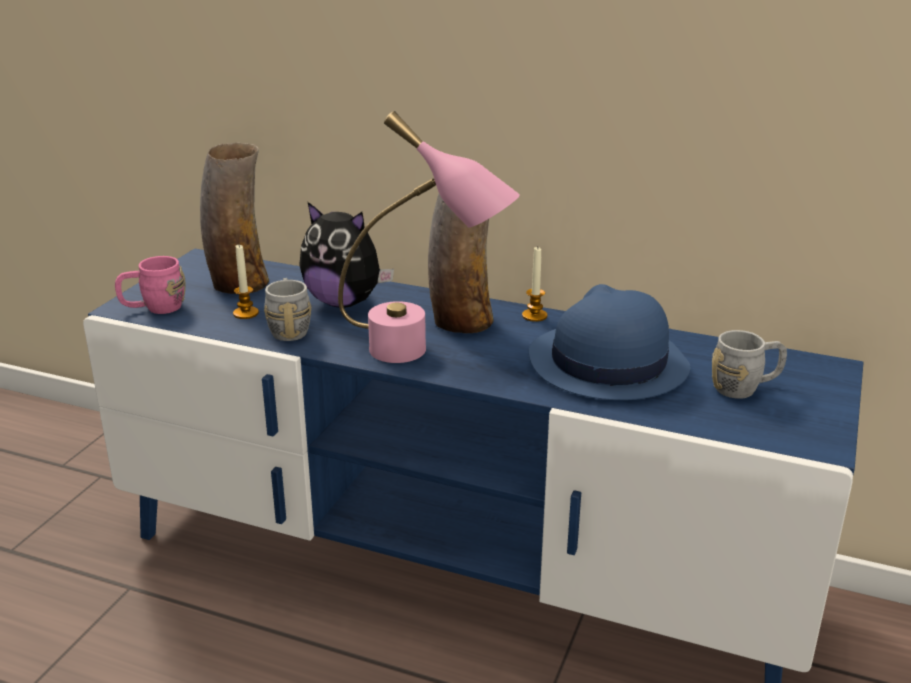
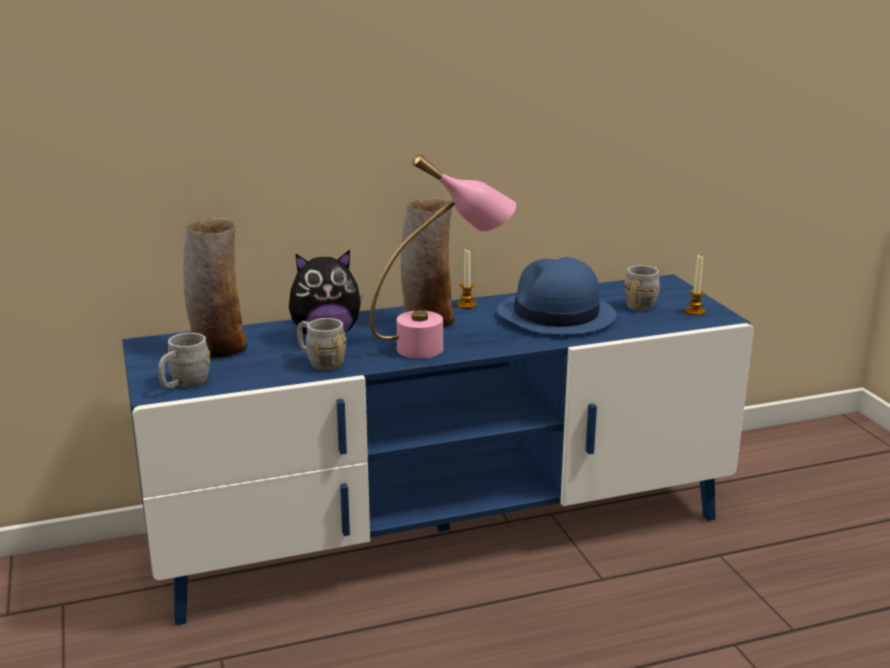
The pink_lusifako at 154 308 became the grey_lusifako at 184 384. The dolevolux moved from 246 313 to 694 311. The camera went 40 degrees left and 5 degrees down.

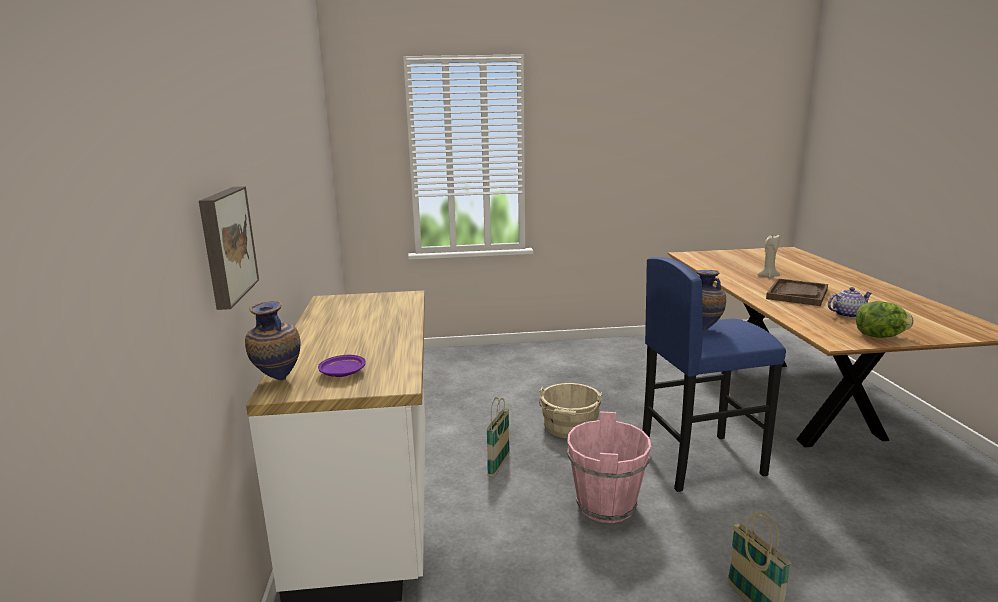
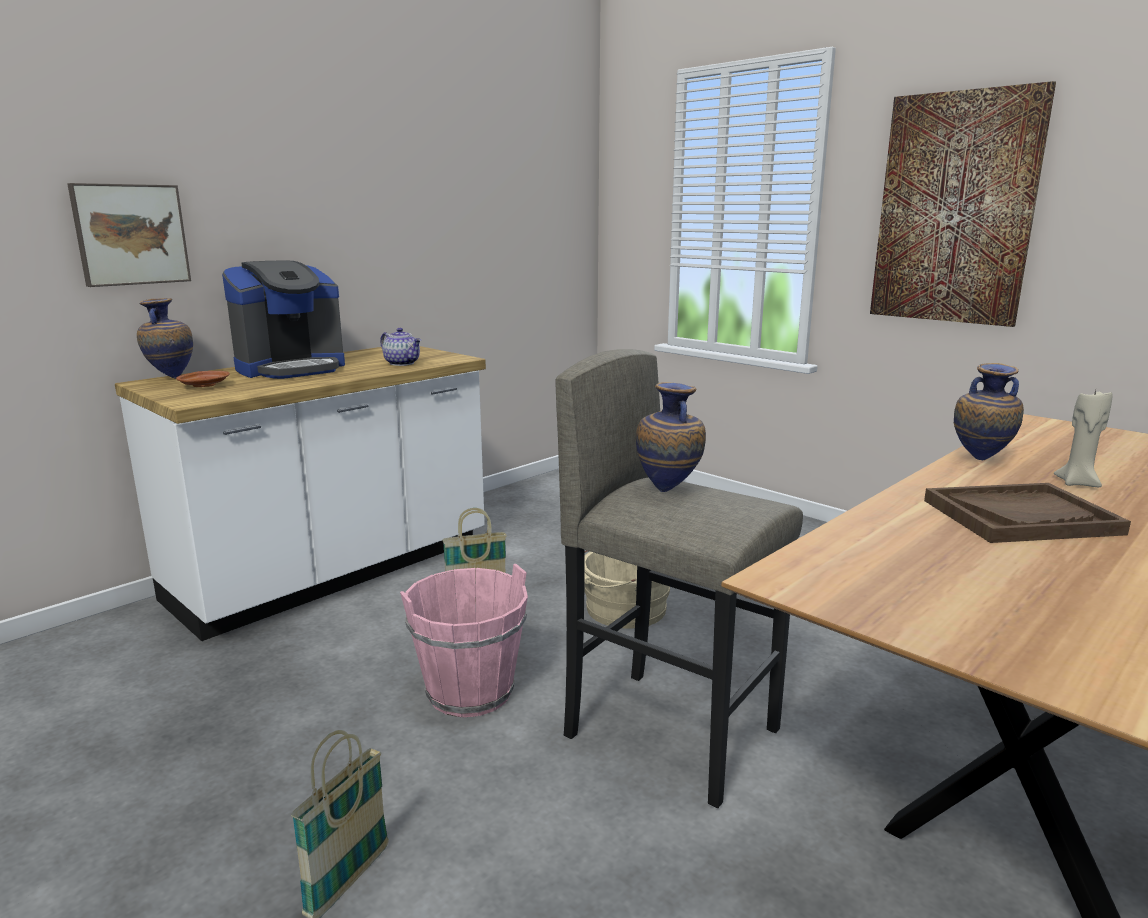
The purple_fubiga at 342 373 became the brown_fubiga at 205 385. The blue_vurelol at 700 462 became the grey_vurelol at 672 732. The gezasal moved from 847 314 to 403 363. The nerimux at 879 336 disappeared. The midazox at 291 368 appeared. The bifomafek at 955 209 appeared. The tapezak at 979 461 appeared. The camera went 50 degrees right and 0 degrees up.

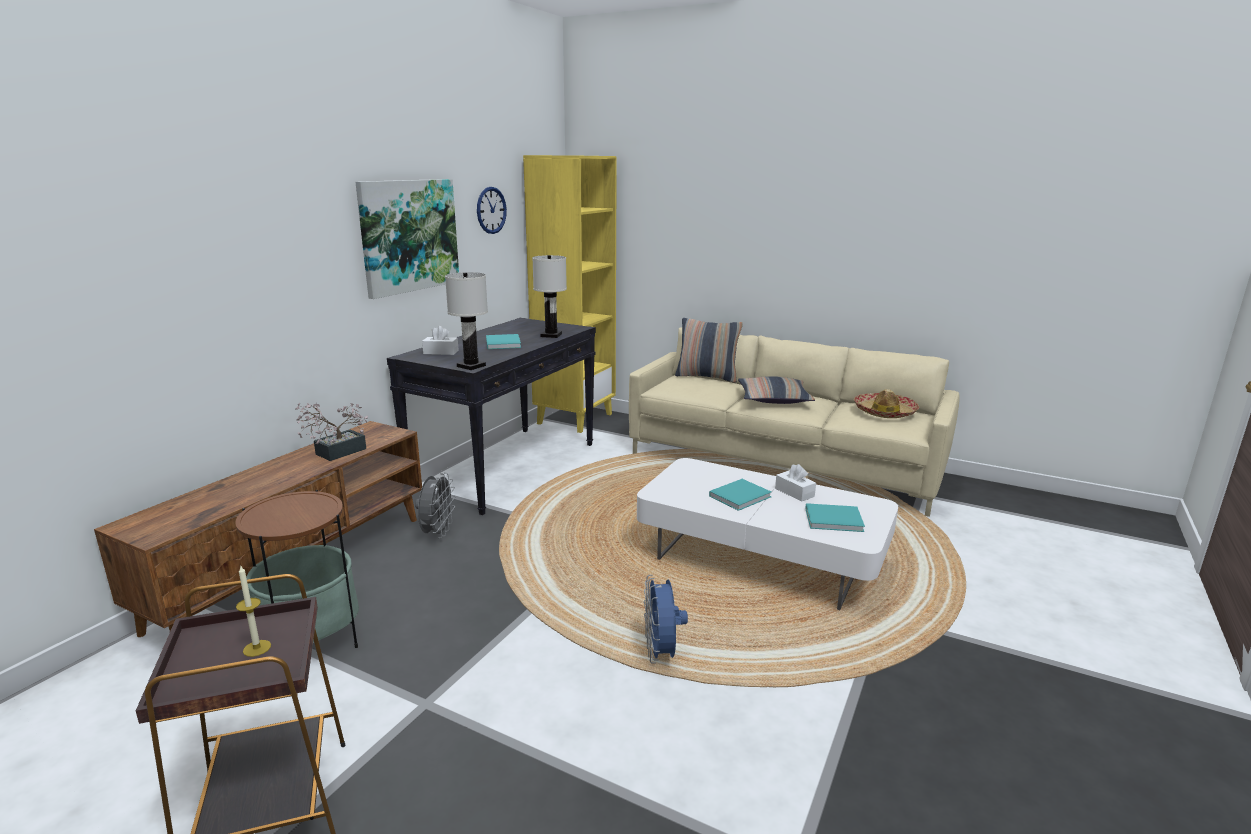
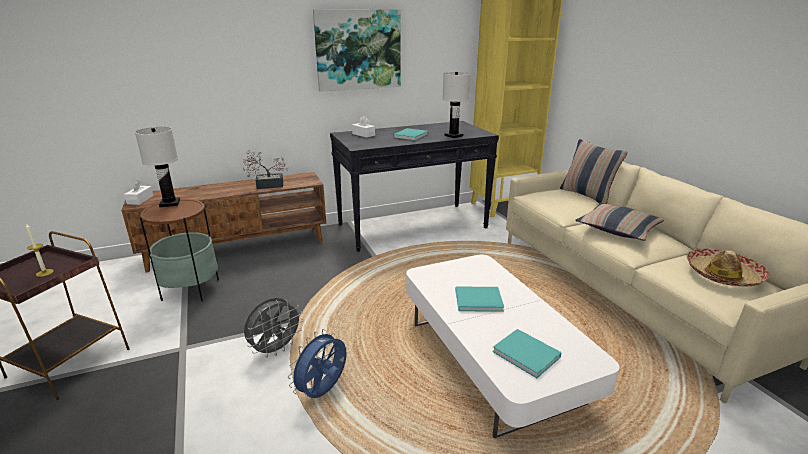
The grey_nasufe moved from 437 533 to 276 349. The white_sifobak moved from 471 366 to 170 203. The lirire at 491 210 disappeared. The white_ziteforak moved from 794 492 to 140 200. The camera went 40 degrees right and 5 degrees up.

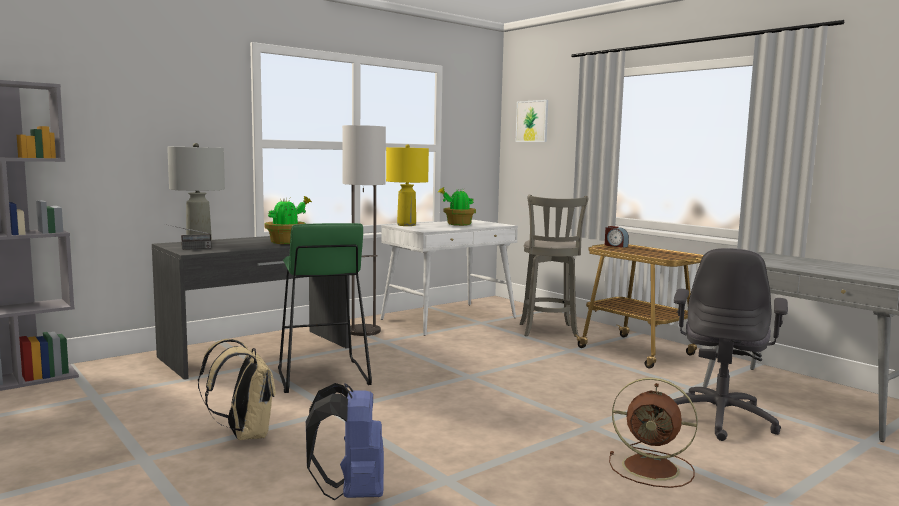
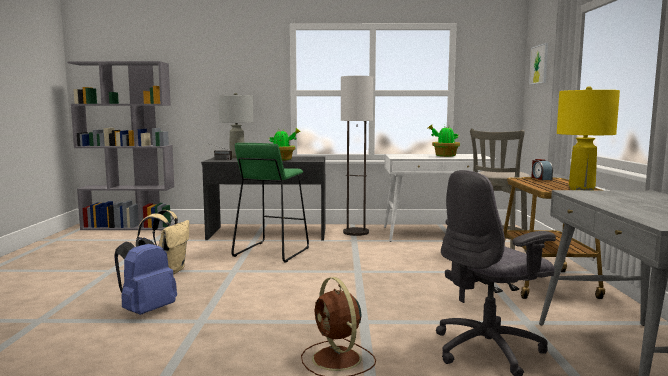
The yellow_sifobak moved from 406 225 to 581 189. The camera went 40 degrees right and 0 degrees up.

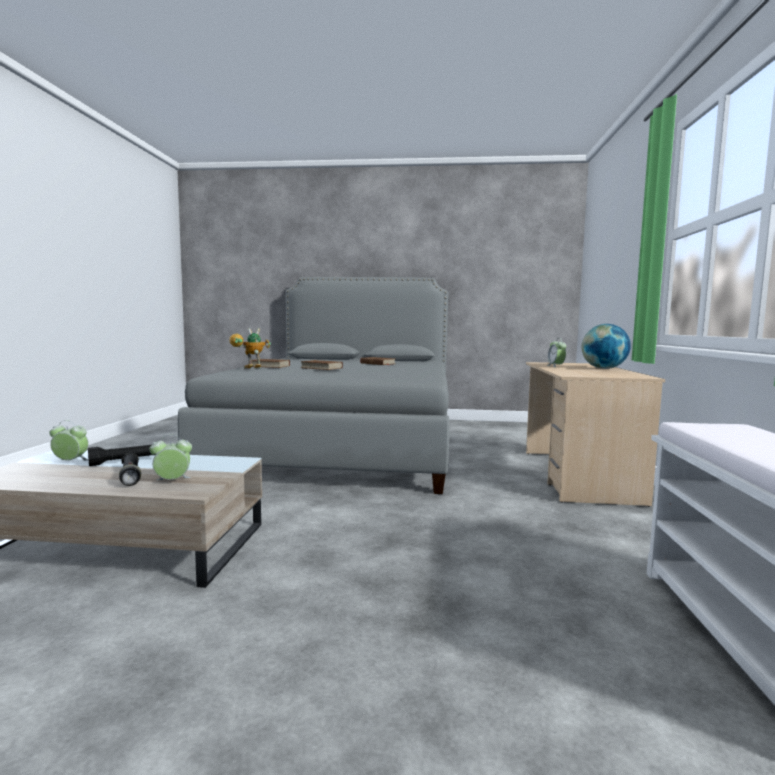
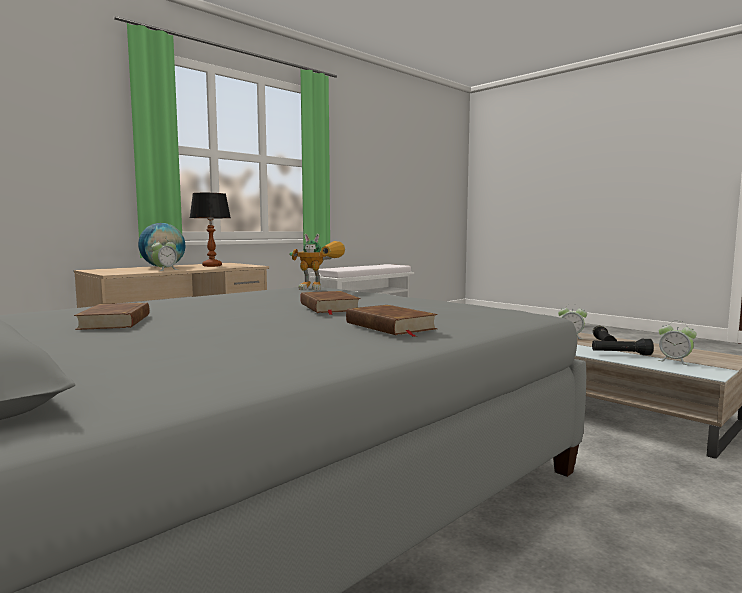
The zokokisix moved from 247 369 to 321 289. The sifobak at 212 266 appeared. The camera went 140 degrees left and 0 degrees up.

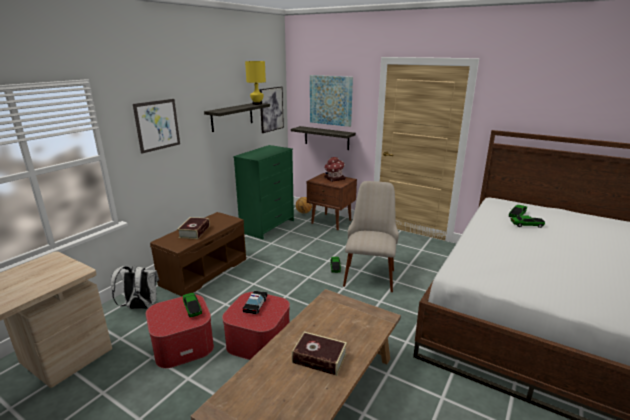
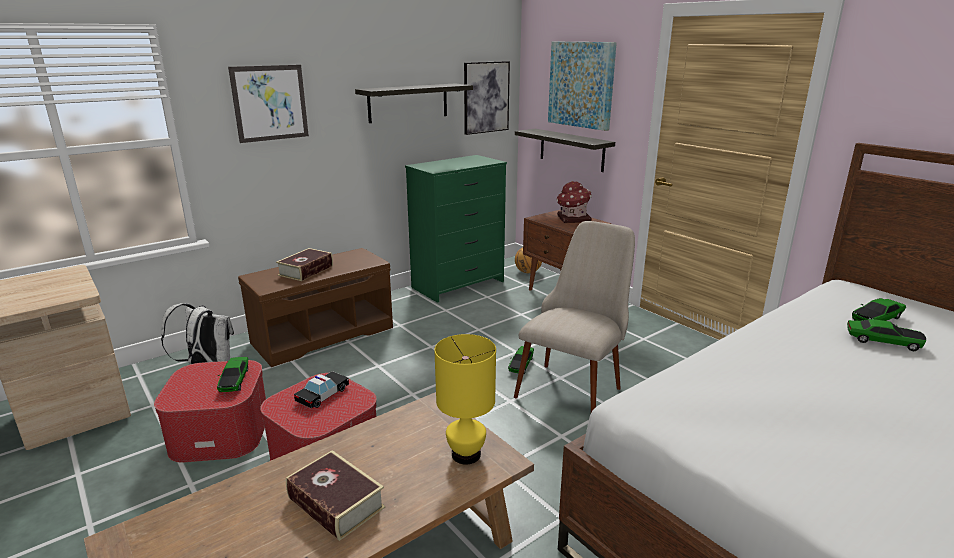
The yellow_sifobak moved from 257 103 to 466 454. The camera went 20 degrees right and 0 degrees up.

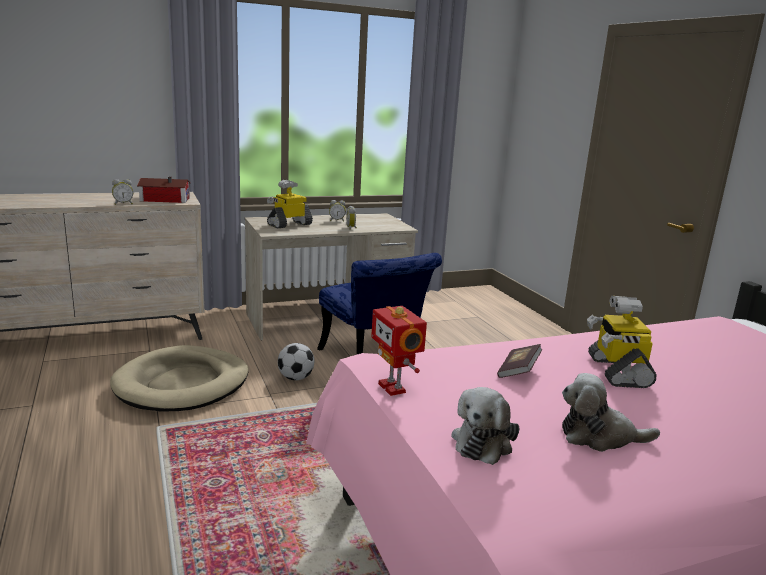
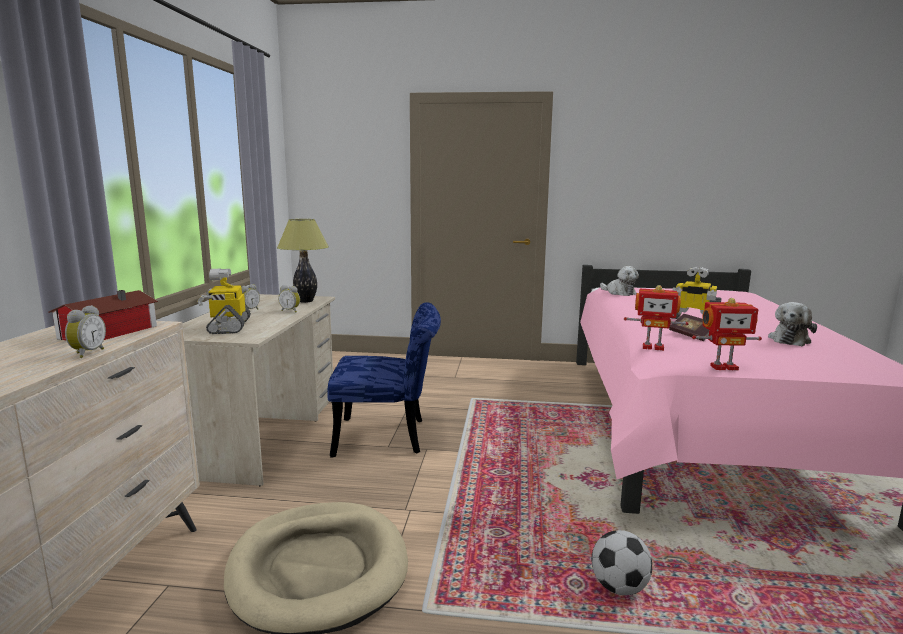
The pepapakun moved from 296 378 to 619 587. The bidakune moved from 483 441 to 619 293. The sifobak at 305 301 appeared. The zokokisix at 653 347 appeared. The camera went 60 degrees left and 5 degrees down.

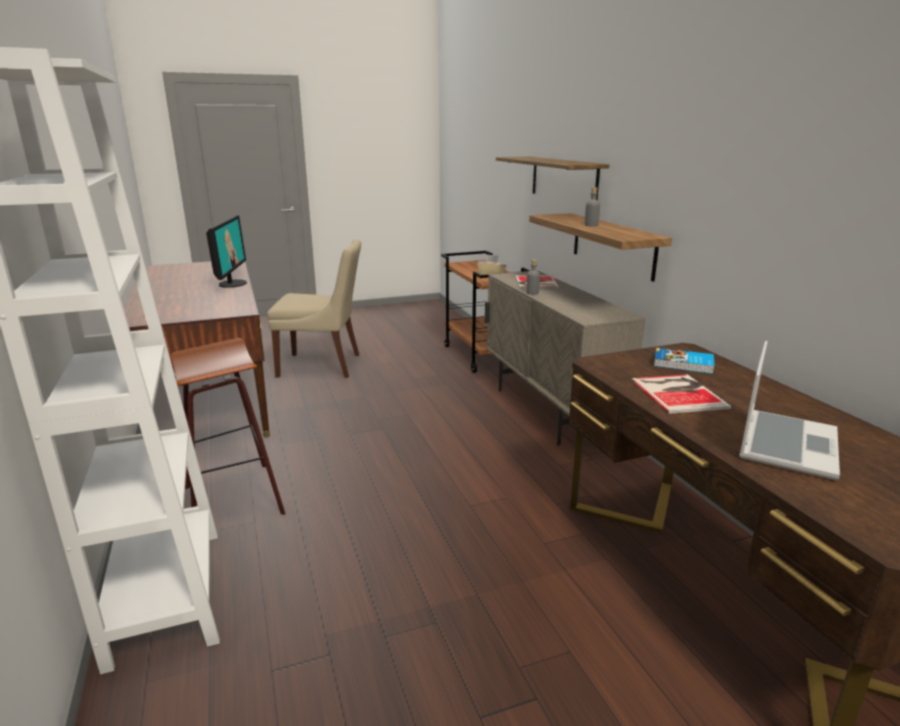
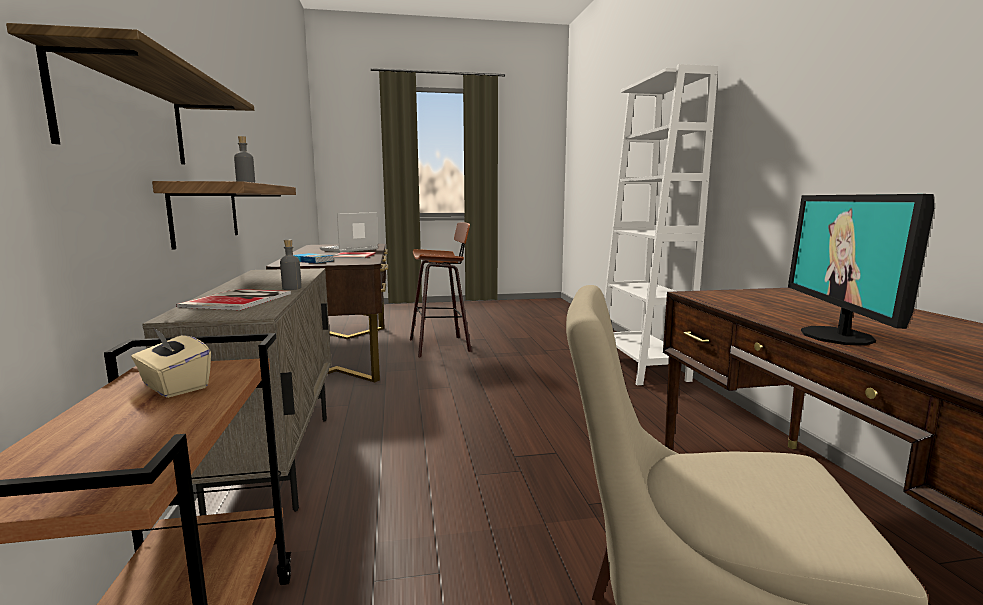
The vurelol moved from 229 499 to 442 345. The camera went 170 degrees left and 10 degrees down.

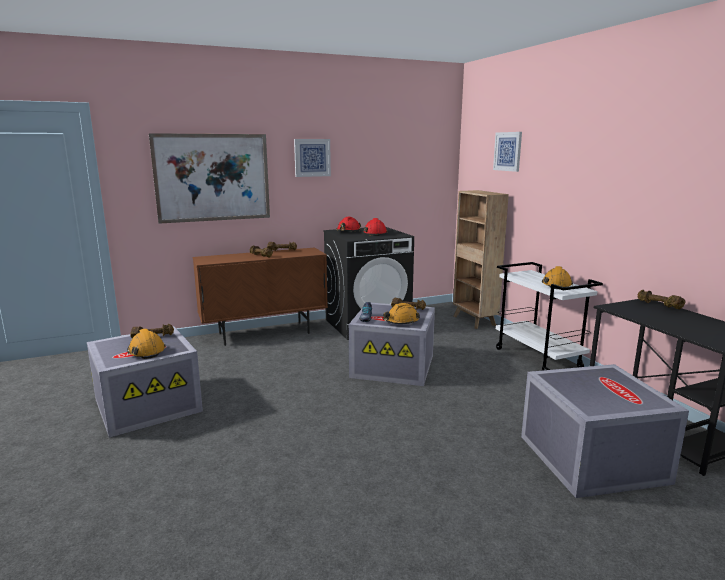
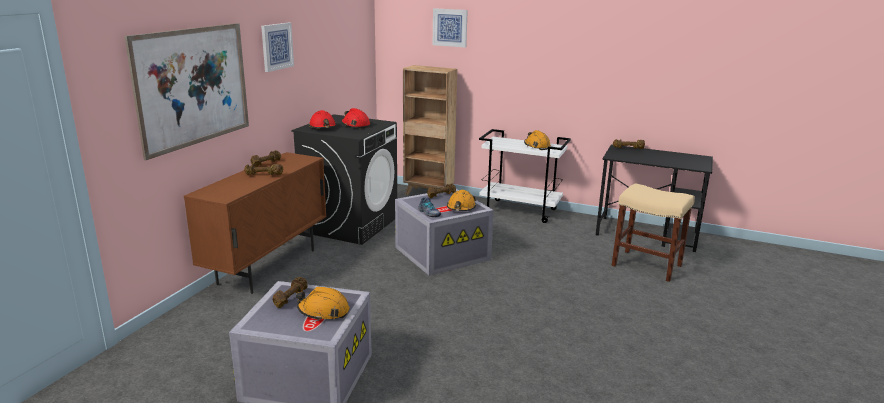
The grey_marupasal at 589 458 was replaced by the beige_vurelol at 645 265. The camera went 45 degrees left and 5 degrees up.

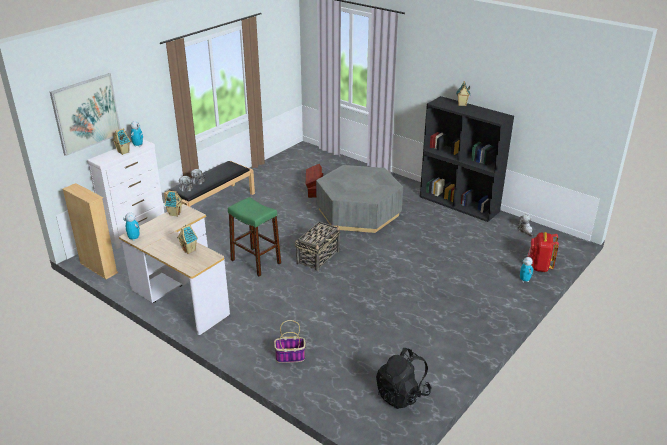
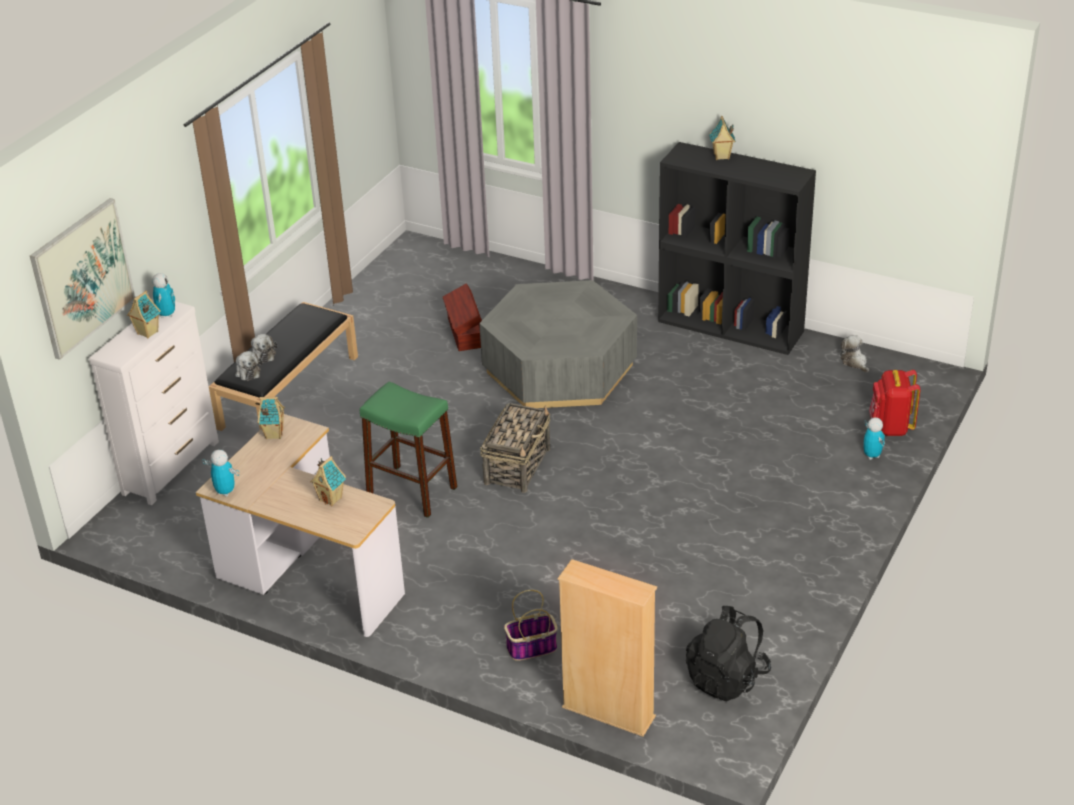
The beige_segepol moved from 98 268 to 608 712. The camera went 10 degrees left and 5 degrees up.

